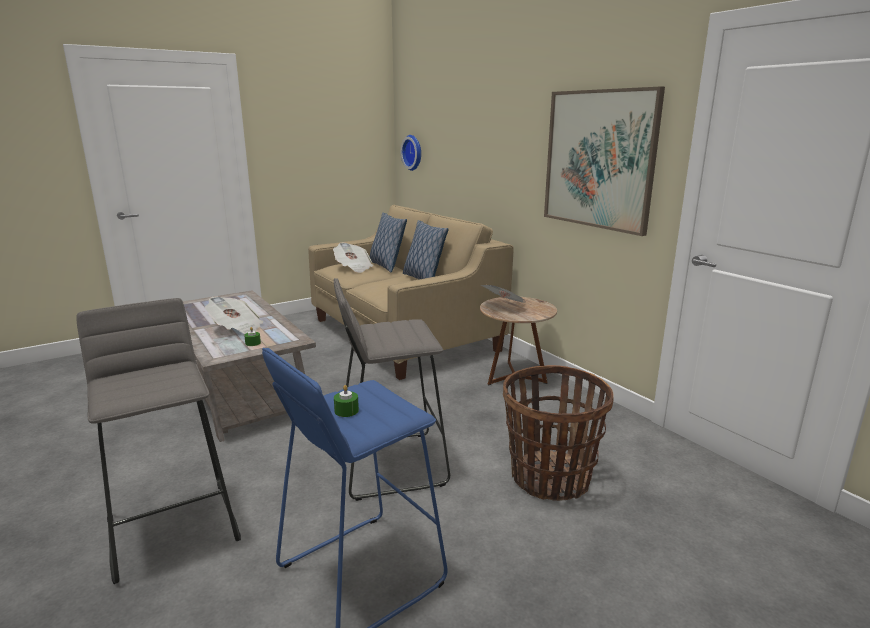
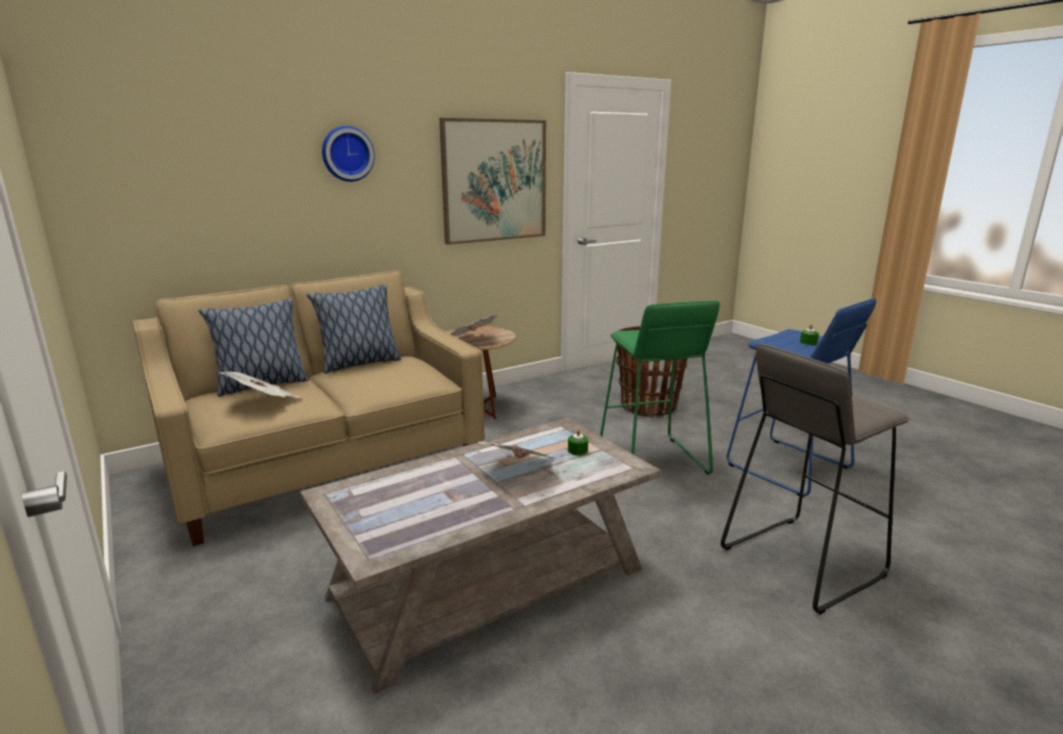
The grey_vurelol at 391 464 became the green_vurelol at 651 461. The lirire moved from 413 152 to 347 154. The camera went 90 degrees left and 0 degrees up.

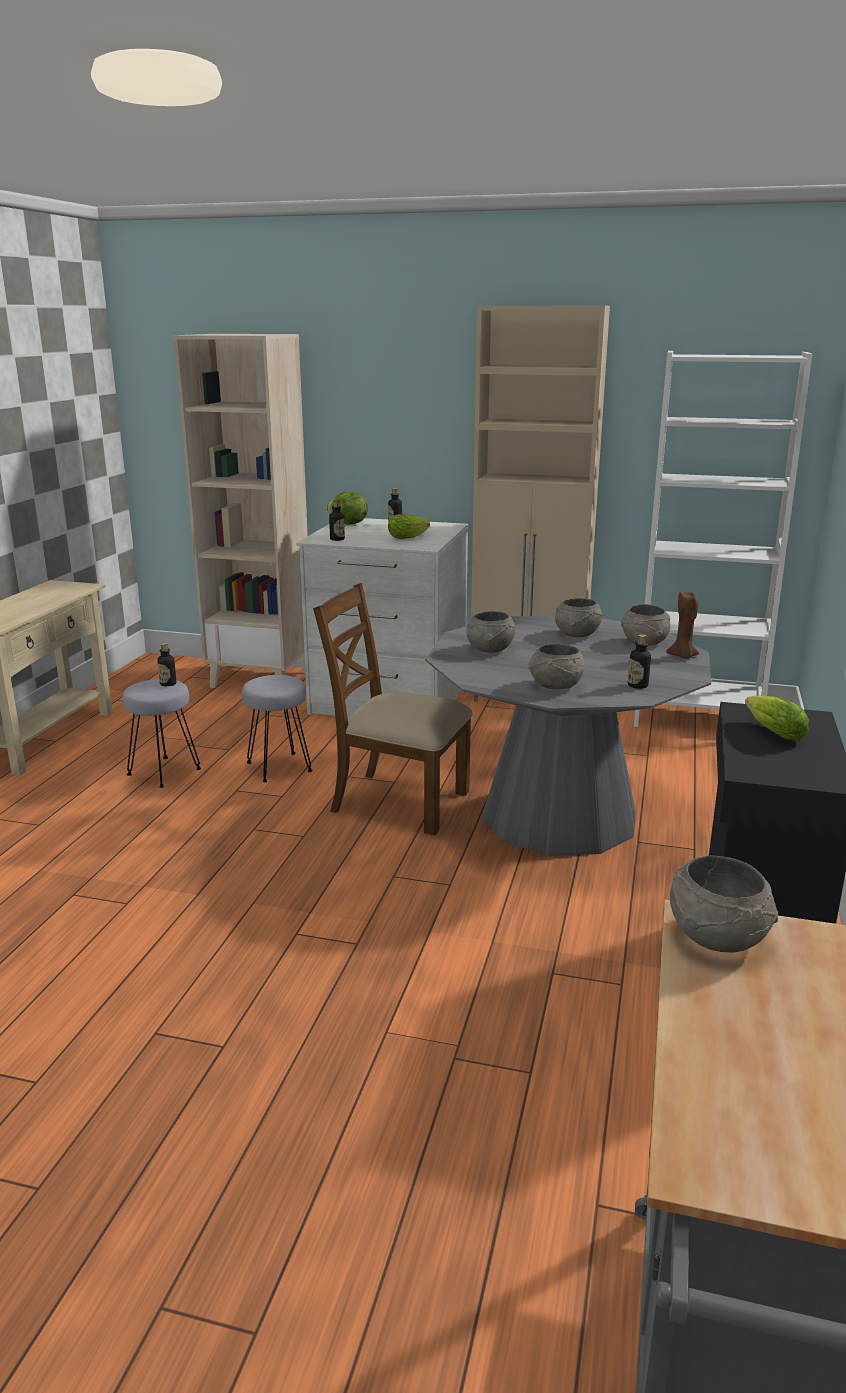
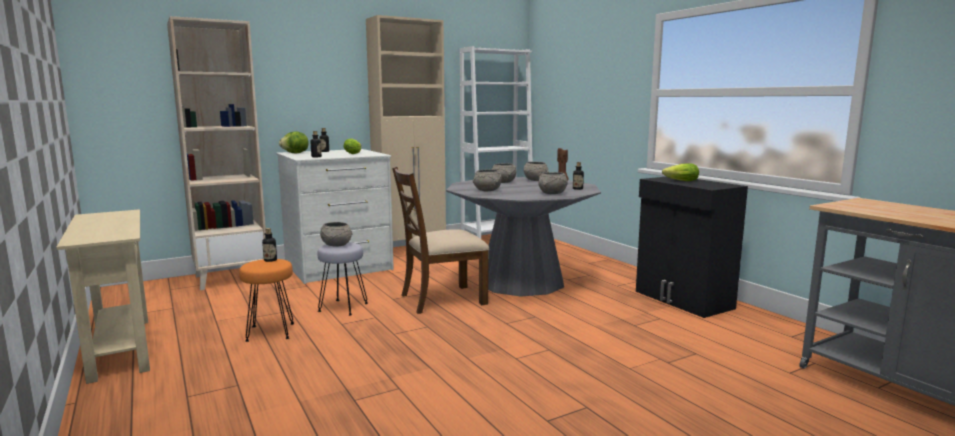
The grey_vurelol at 164 772 became the orange_vurelol at 271 332. The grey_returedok moved from 716 936 to 336 245. The camera went 45 degrees left and 10 degrees down.

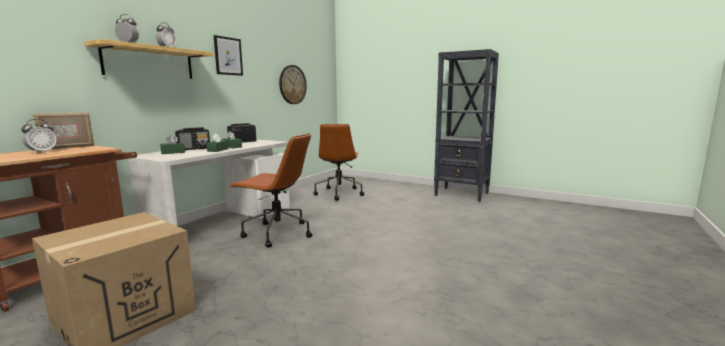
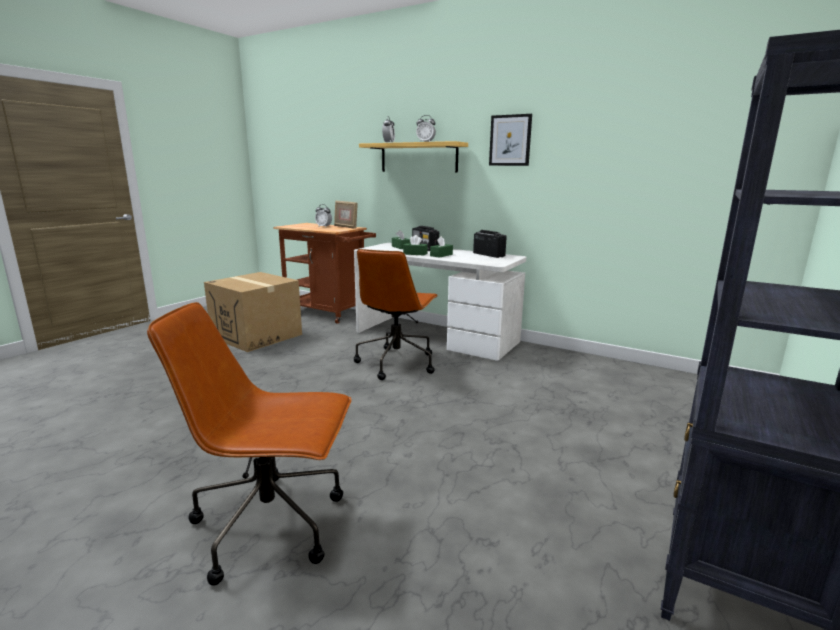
The lirire at 292 84 disappeared. The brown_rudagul moved from 339 193 to 272 524. The camera went 90 degrees right and 5 degrees up.

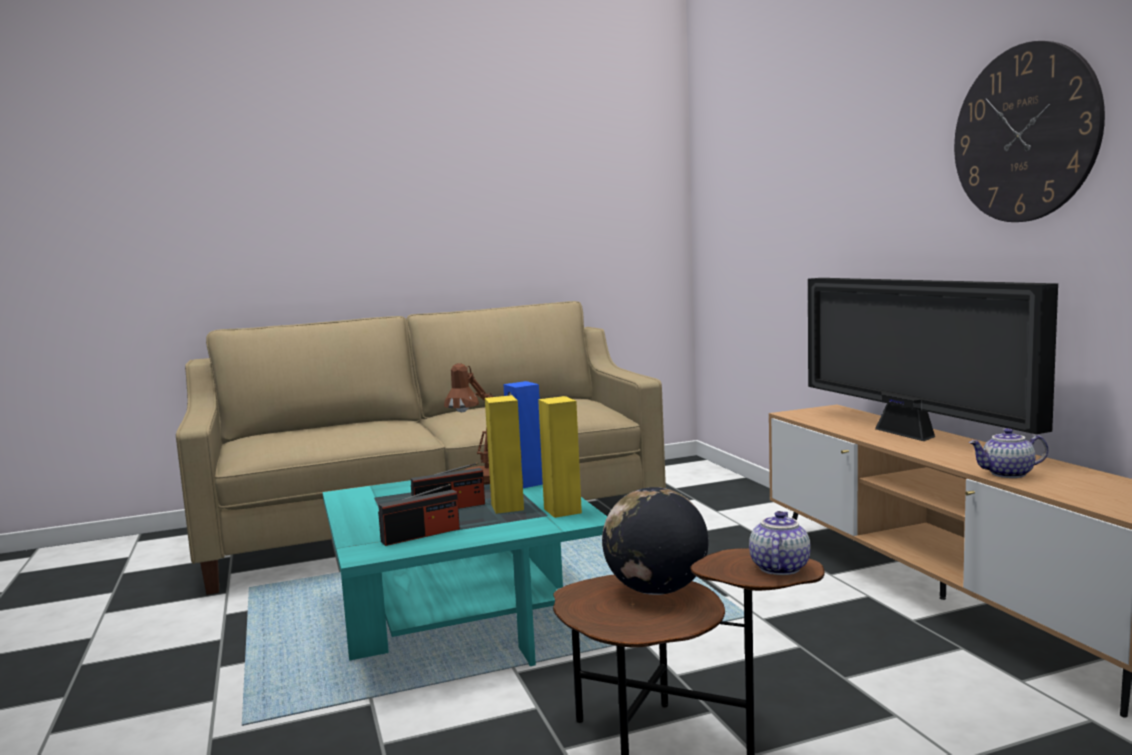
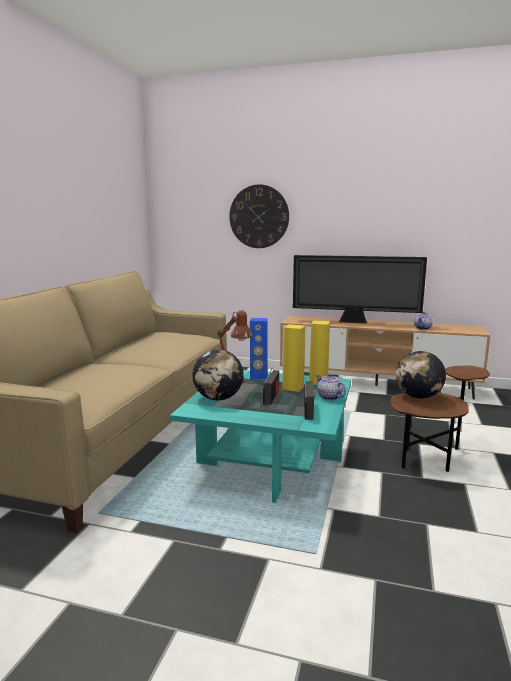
The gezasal moved from 778 567 to 328 397. The lirire moved from 1024 134 to 259 216. The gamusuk at 218 398 appeared. The camera went 55 degrees left and 5 degrees up.

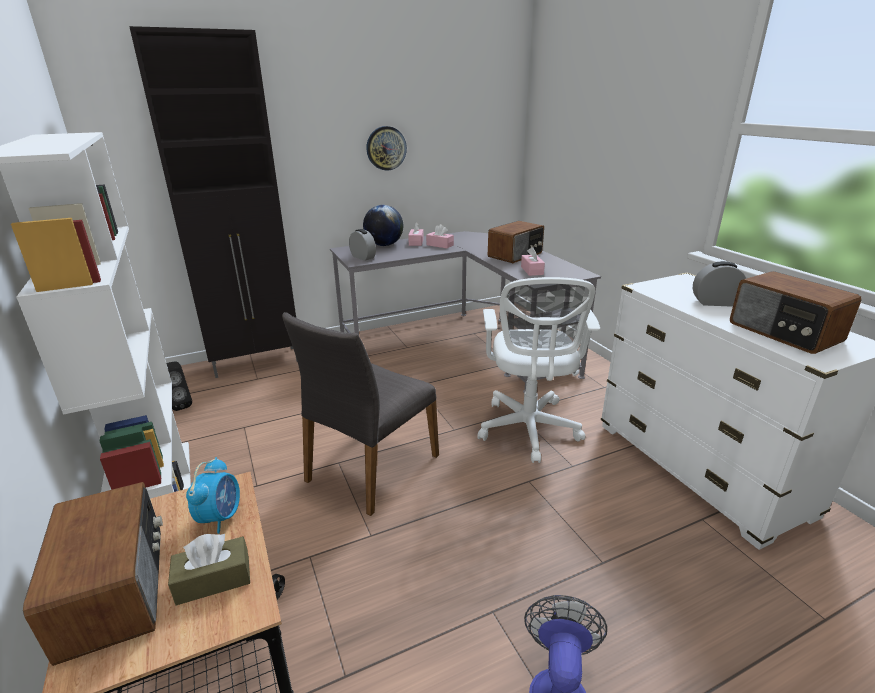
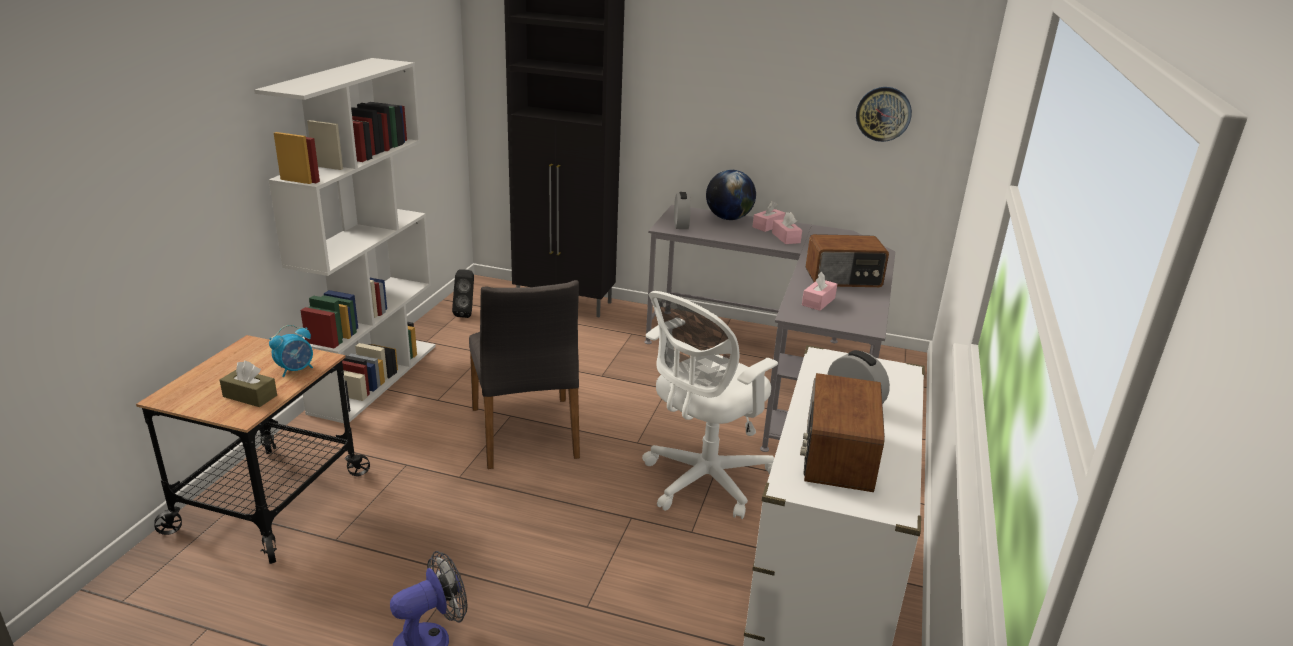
The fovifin at 117 589 disappeared. The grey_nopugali at 370 468 turned 90 degrees counterclockwise. The lirire moved from 386 148 to 883 114. The camera went 40 degrees right and 0 degrees up.

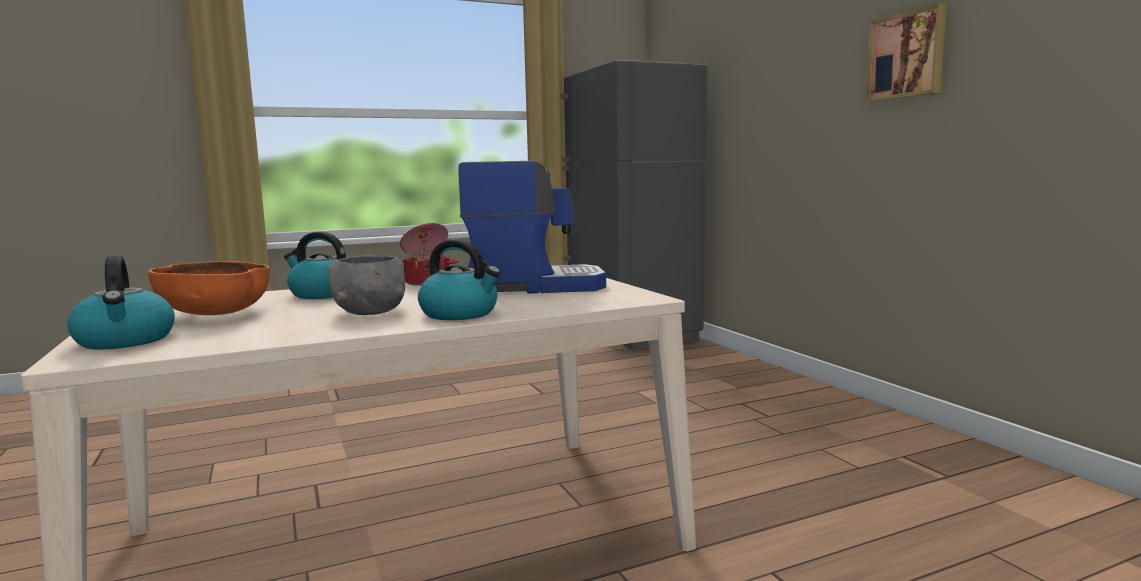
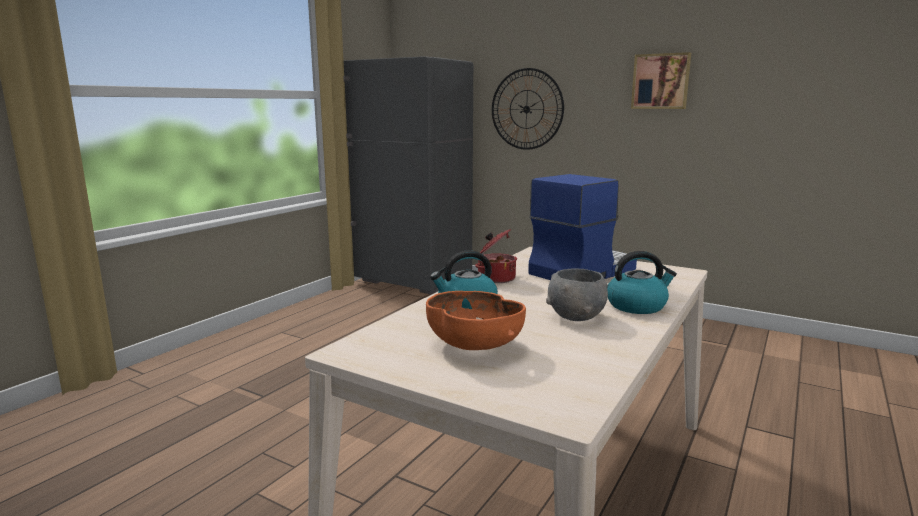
The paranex at 126 341 disappeared. The lirire at 526 109 appeared. The camera went 35 degrees left and 5 degrees up.

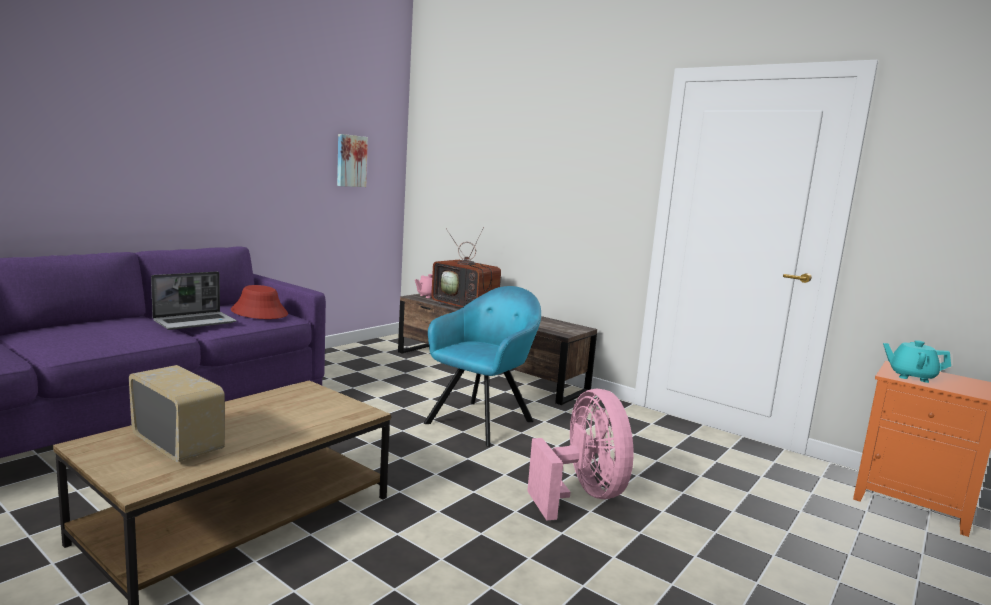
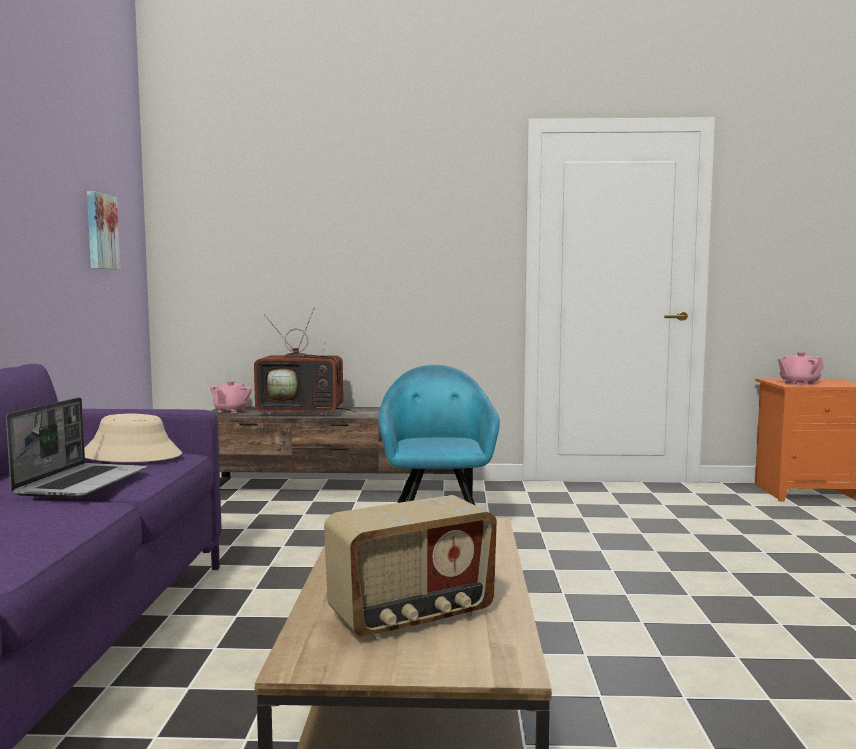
The fovifin at 179 445 turned 150 degrees clockwise. The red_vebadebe at 259 312 became the beige_vebadebe at 132 455. The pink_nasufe at 582 495 disappeared. The turquoise_gezasal at 911 377 became the pink_gezasal at 799 383. The camera went 35 degrees left and 5 degrees down.

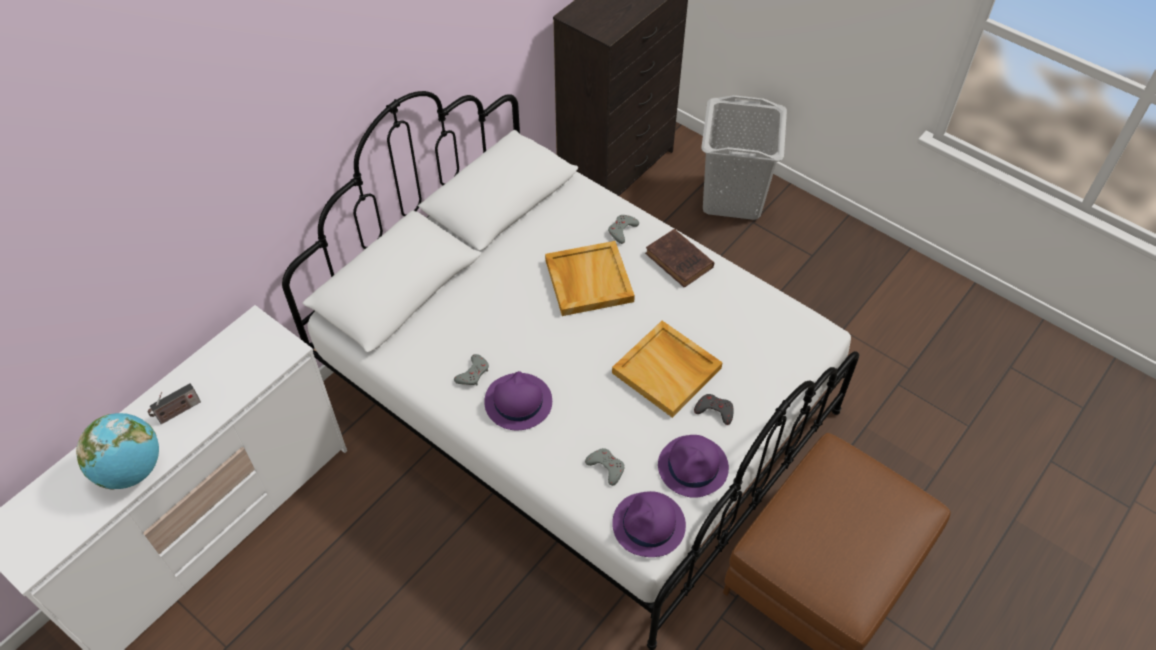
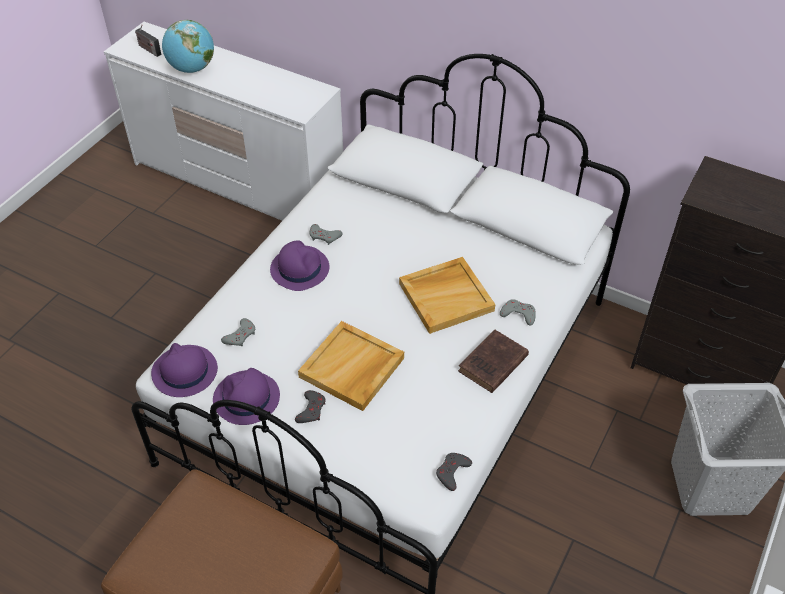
The fovifin moved from 177 412 to 148 49. The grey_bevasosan at 452 472 appeared. The camera went 80 degrees right and 5 degrees down.

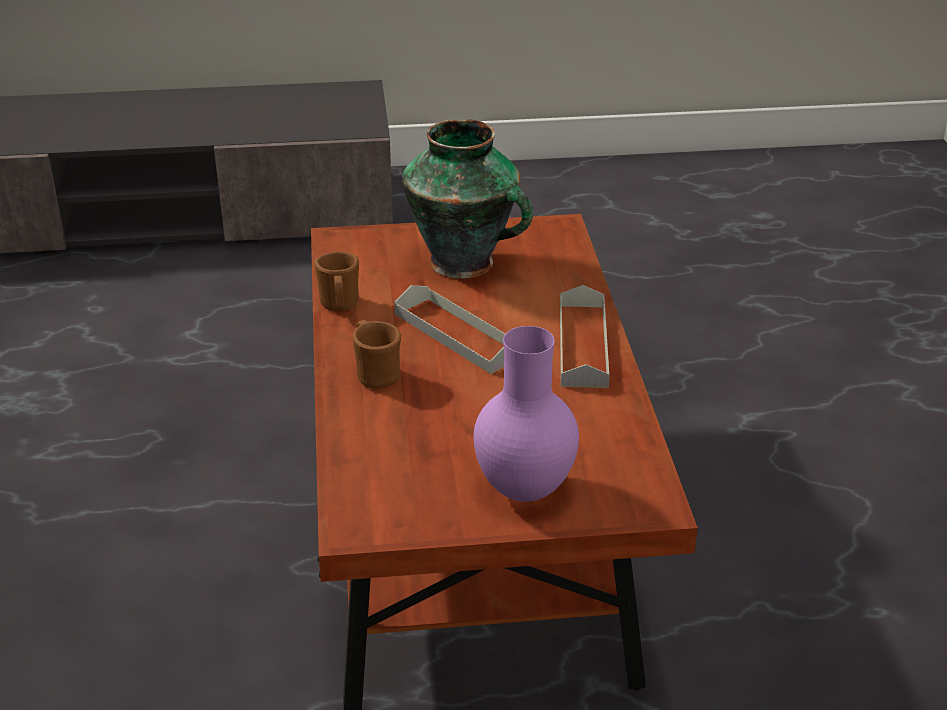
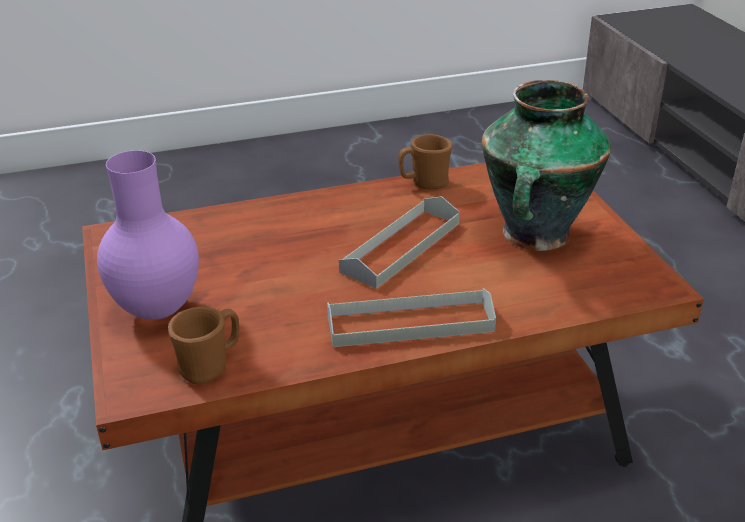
The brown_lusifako moved from 375 374 to 210 366. The camera went 80 degrees right and 0 degrees up.

